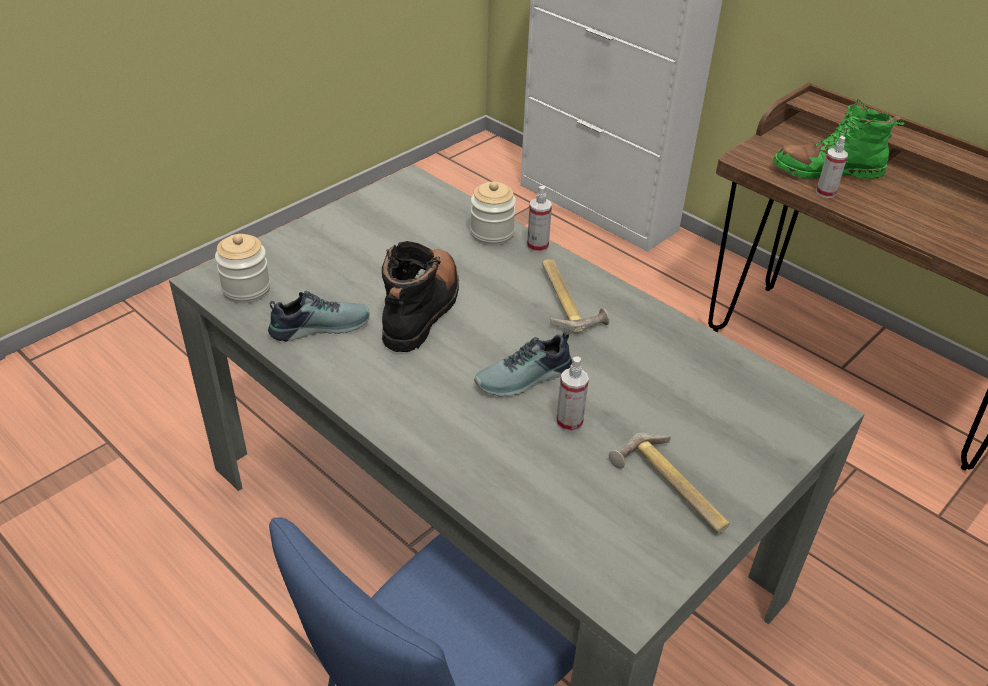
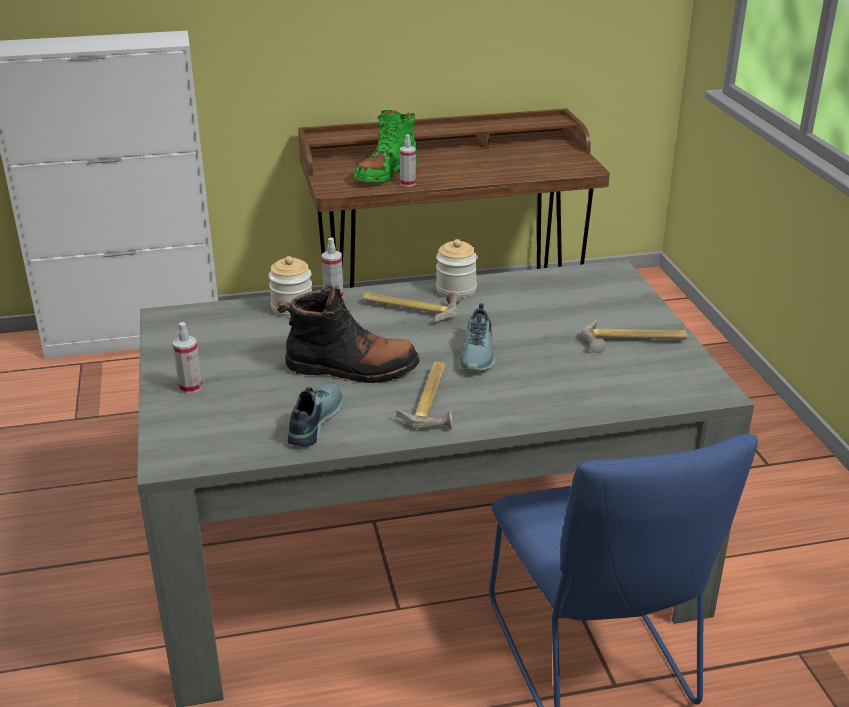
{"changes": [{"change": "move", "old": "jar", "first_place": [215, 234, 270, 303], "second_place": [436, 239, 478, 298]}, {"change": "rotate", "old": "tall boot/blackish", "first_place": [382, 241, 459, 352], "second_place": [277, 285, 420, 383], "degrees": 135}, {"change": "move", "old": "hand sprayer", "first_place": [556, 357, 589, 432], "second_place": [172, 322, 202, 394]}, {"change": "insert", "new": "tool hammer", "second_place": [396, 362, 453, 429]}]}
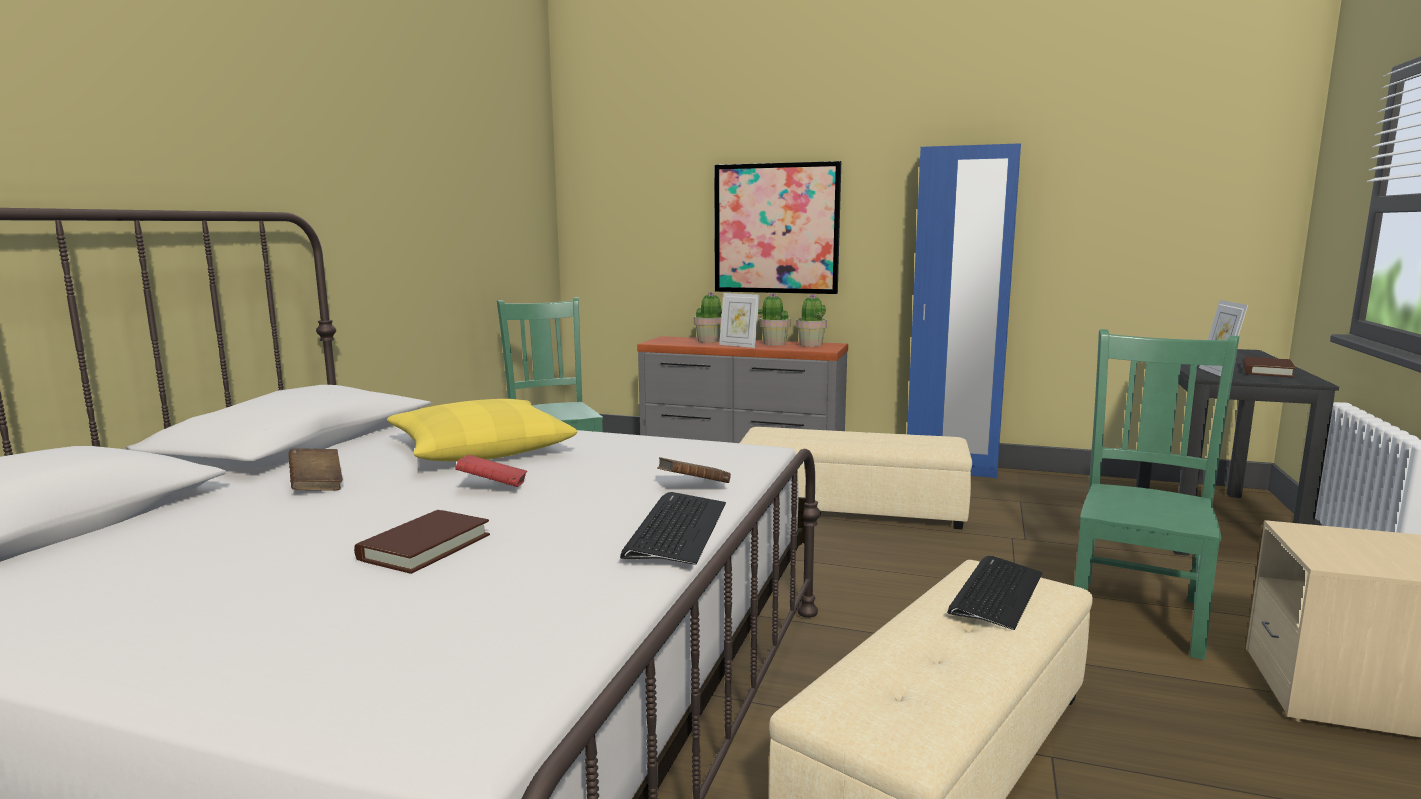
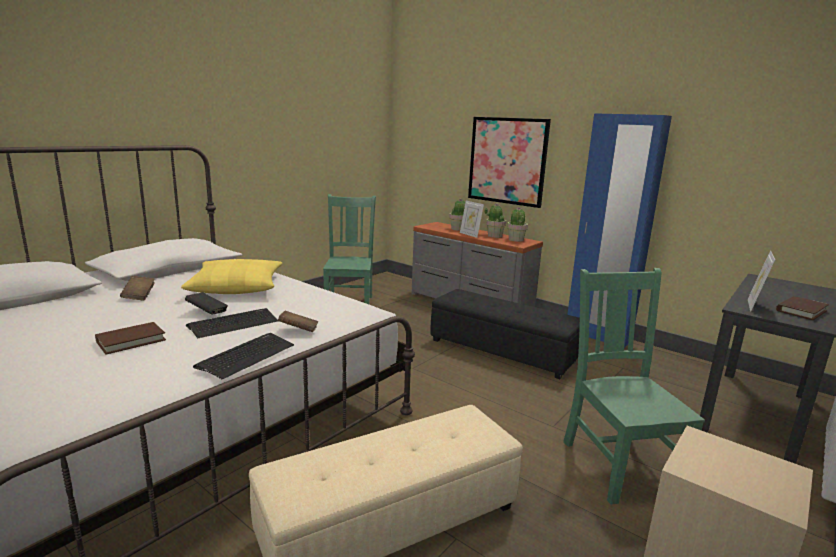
{"changes": [{"change": "recolor", "old": "book/red-coloured", "new": "book/blackish", "first_place": [455, 455, 527, 487], "second_place": [185, 292, 228, 315]}, {"change": "recolor", "old": "footrest/beige", "new": "footrest/blackish", "first_place": [740, 427, 972, 529], "second_place": [431, 289, 580, 379]}, {"change": "move", "old": "keyboard", "first_place": [948, 556, 1043, 630], "second_place": [186, 308, 278, 338]}, {"change": "rotate", "old": "chair/greenish", "first_place": [1074, 329, 1239, 660], "second_place": [563, 268, 705, 505], "degrees": -60}]}
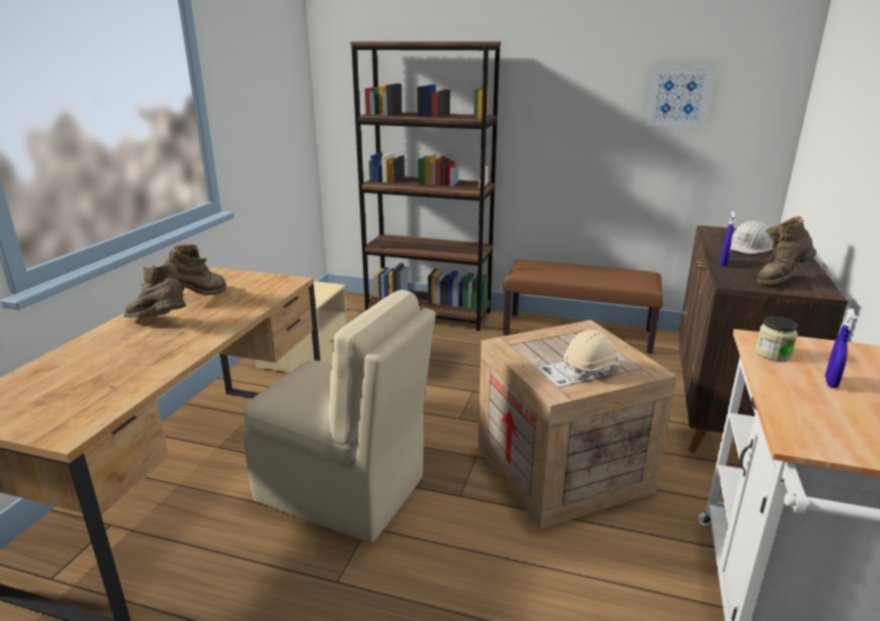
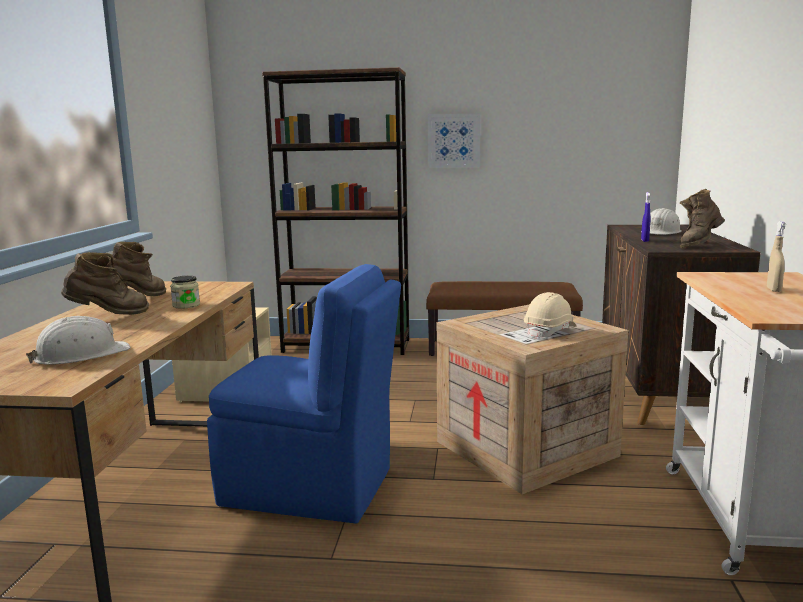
{"changes": [{"change": "rotate", "old": "tall boot/brown-coloured", "first_place": [124, 264, 186, 318], "second_place": [61, 252, 149, 315], "degrees": 135}, {"change": "recolor", "old": "chair/beige", "new": "chair/blue", "first_place": [243, 290, 436, 543], "second_place": [207, 264, 401, 523]}, {"change": "move", "old": "picture", "first_place": [644, 65, 715, 128], "second_place": [428, 113, 481, 168]}, {"change": "move", "old": "jar", "first_place": [755, 316, 798, 361], "second_place": [170, 276, 200, 309]}, {"change": "recolor", "old": "hand sprayer/blue", "new": "hand sprayer/beige", "first_place": [825, 309, 855, 388], "second_place": [767, 221, 786, 292]}, {"change": "insert", "new": "work helmet/white-coloured", "second_place": [26, 316, 131, 365]}]}
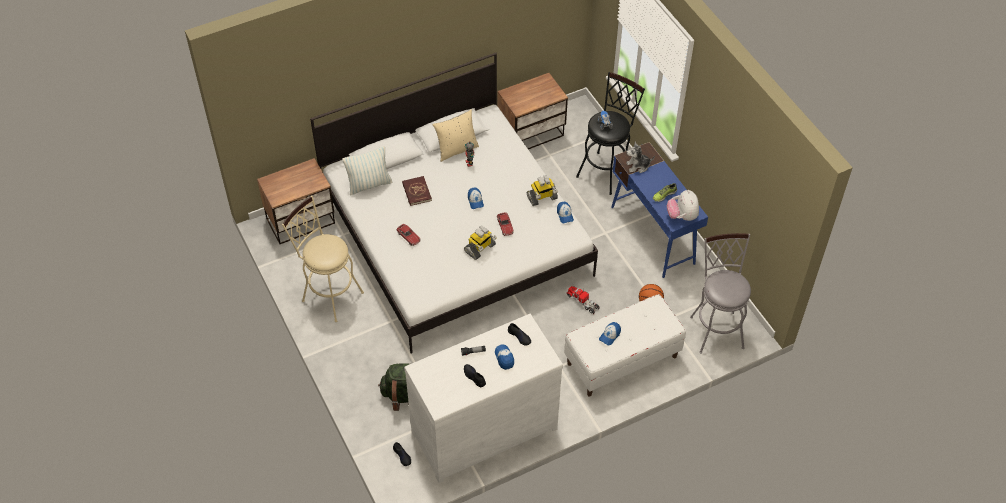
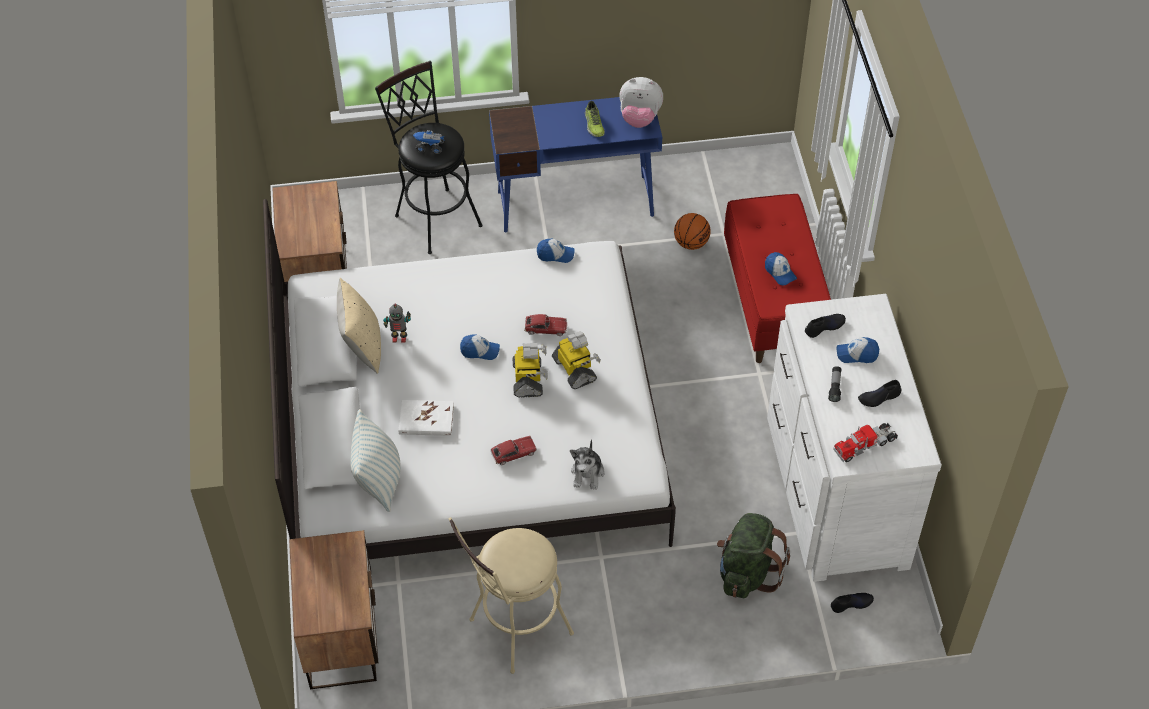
{"changes": [{"change": "recolor", "old": "book/red-coloured", "new": "book/white-coloured", "first_place": [402, 176, 432, 206], "second_place": [398, 400, 454, 436]}, {"change": "move", "old": "toy robot", "first_place": [527, 175, 558, 206], "second_place": [513, 343, 548, 398]}, {"change": "recolor", "old": "indoor bench/white-coloured", "new": "indoor bench/red-coloured", "first_place": [564, 294, 686, 397], "second_place": [724, 194, 831, 363]}, {"change": "move", "old": "toy lorry", "first_place": [566, 286, 600, 314], "second_place": [833, 422, 898, 462]}, {"change": "move", "old": "soft toy", "first_place": [626, 142, 655, 173], "second_place": [570, 439, 605, 490]}, {"change": "delete", "old": "stool/greyish", "first_place": [690, 233, 751, 354]}]}
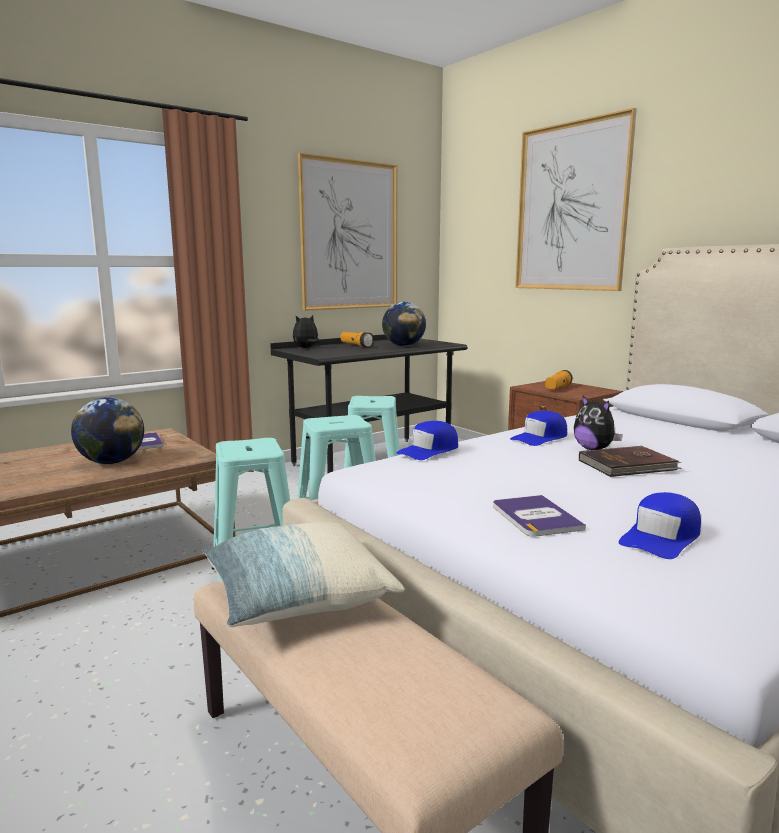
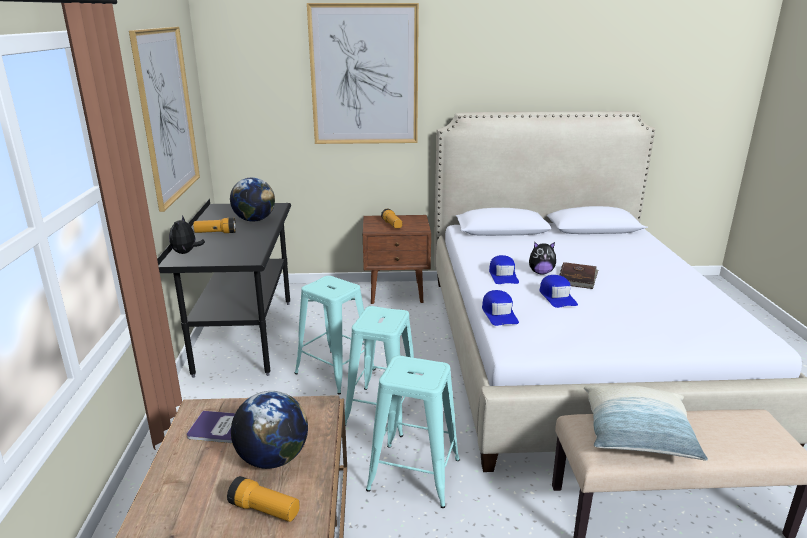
{"changes": [{"change": "delete", "old": "book", "first_place": [493, 495, 586, 537]}, {"change": "move", "old": "peaked cap/blue", "first_place": [619, 492, 701, 559], "second_place": [540, 275, 578, 308]}, {"change": "insert", "new": "torch", "second_place": [227, 476, 300, 522]}]}
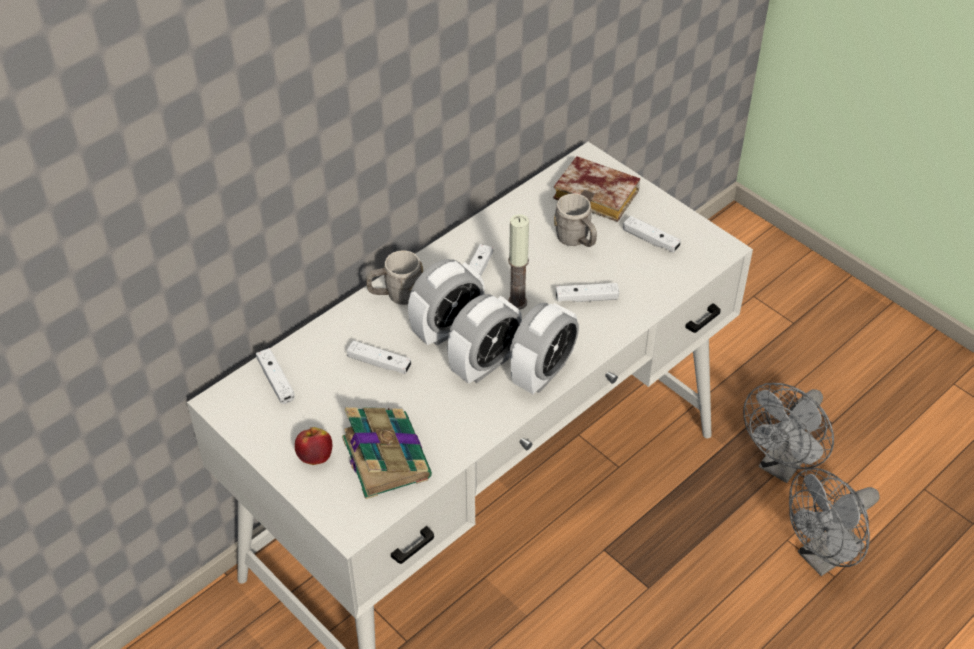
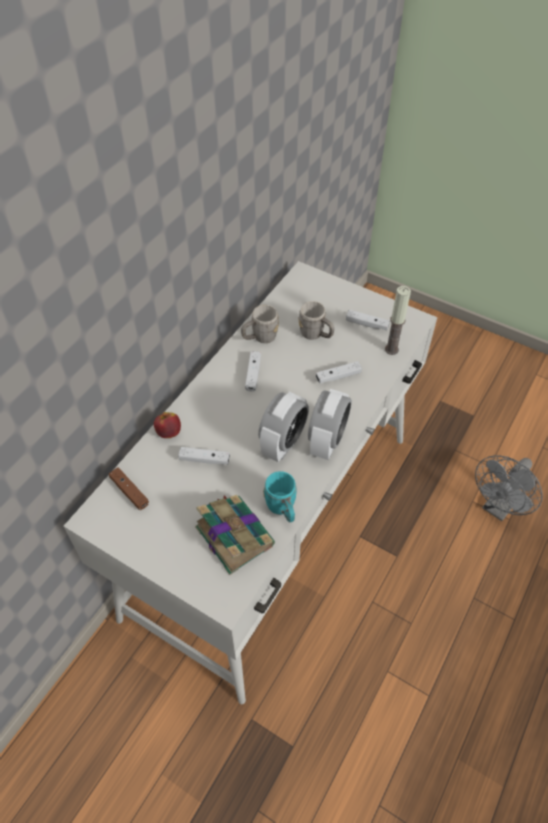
{"changes": [{"change": "recolor", "old": "game controller/white-coloured", "new": "game controller/brown-coloured", "first_place": [256, 348, 295, 404], "second_place": [109, 467, 149, 510]}, {"change": "move", "old": "apple fruit", "first_place": [295, 427, 332, 465], "second_place": [154, 412, 181, 438]}, {"change": "move", "old": "coffee mug/greyish", "first_place": [366, 250, 423, 305], "second_place": [241, 305, 279, 343]}, {"change": "delete", "old": "alarm clock", "first_place": [408, 259, 485, 346]}, {"change": "move", "old": "wax candle", "first_place": [508, 214, 529, 310], "second_place": [385, 286, 411, 355]}, {"change": "delete", "old": "book", "first_place": [553, 156, 640, 222]}, {"change": "delete", "old": "fan/greyish", "first_place": [743, 383, 834, 483]}, {"change": "insert", "new": "coffee mug/blue-green", "second_place": [263, 471, 297, 522]}]}
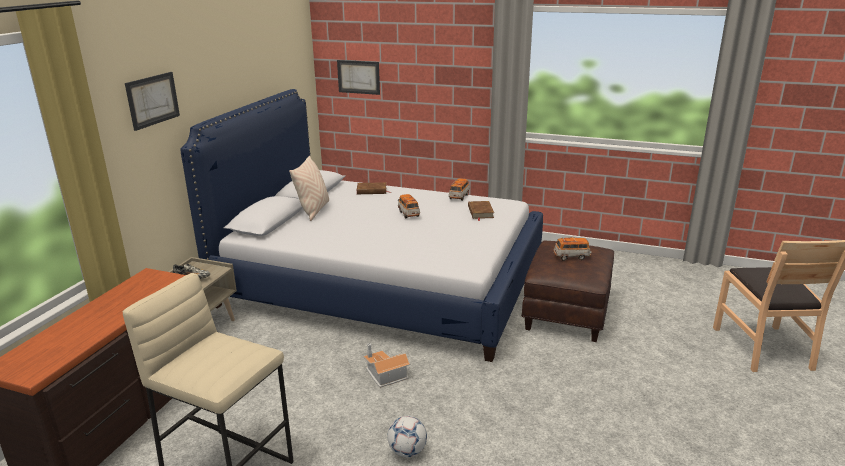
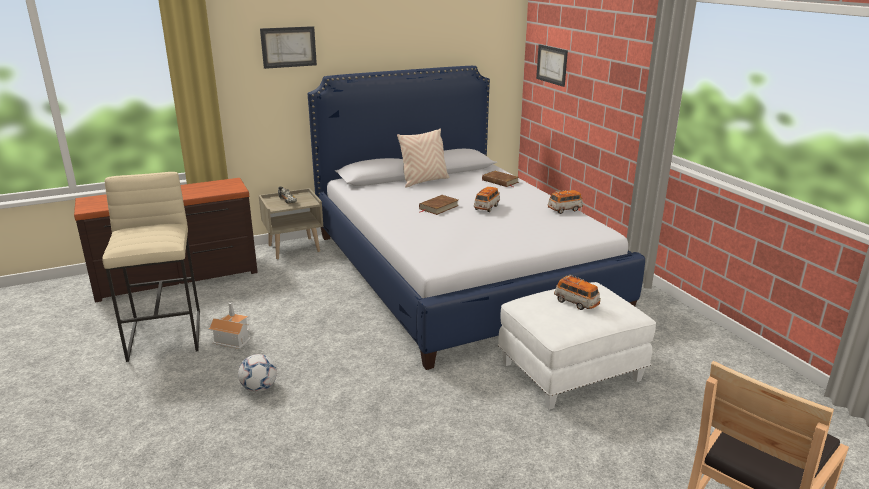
{"changes": [{"change": "move", "old": "model house", "first_place": [363, 343, 410, 388], "second_place": [208, 302, 251, 349]}, {"change": "move", "old": "book/brown-coloured", "first_place": [468, 201, 494, 221], "second_place": [419, 195, 459, 215]}, {"change": "recolor", "old": "footrest/brown-coloured", "new": "footrest/white-coloured", "first_place": [521, 241, 614, 342], "second_place": [498, 282, 656, 410]}]}
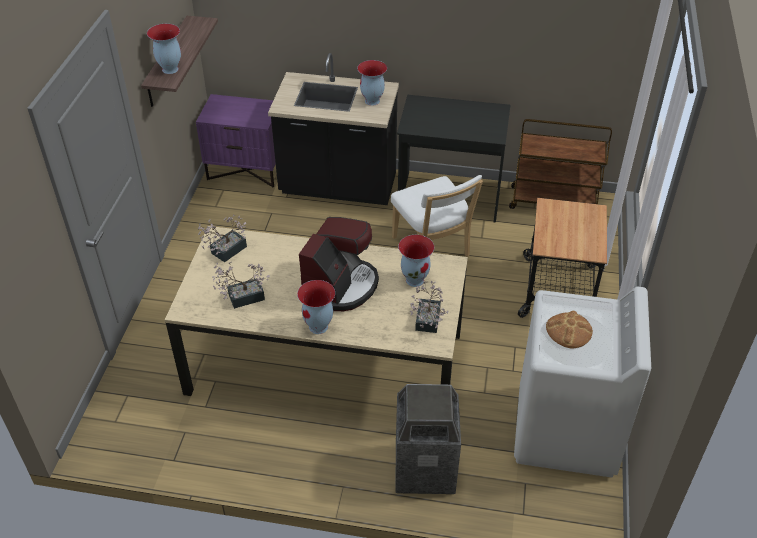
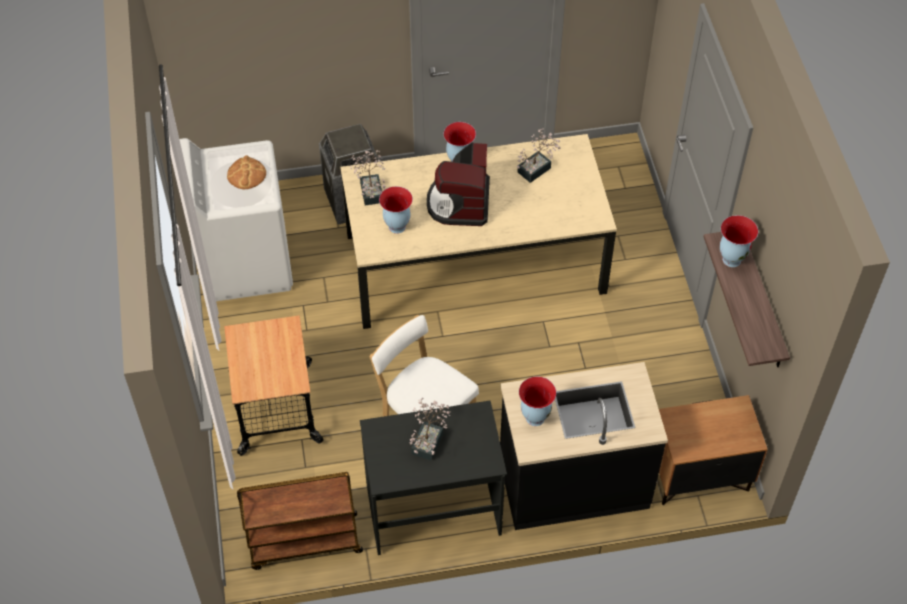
{"changes": [{"change": "recolor", "old": "nightstand/purple-coloured", "new": "nightstand/brown-coloured", "first_place": [196, 94, 276, 188], "second_place": [659, 395, 768, 505]}, {"change": "move", "old": "potted plant", "first_place": [198, 215, 247, 262], "second_place": [410, 398, 450, 461]}]}
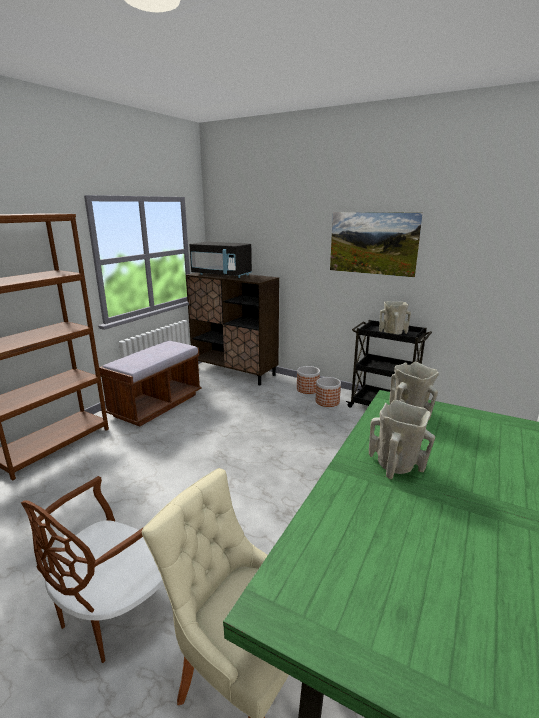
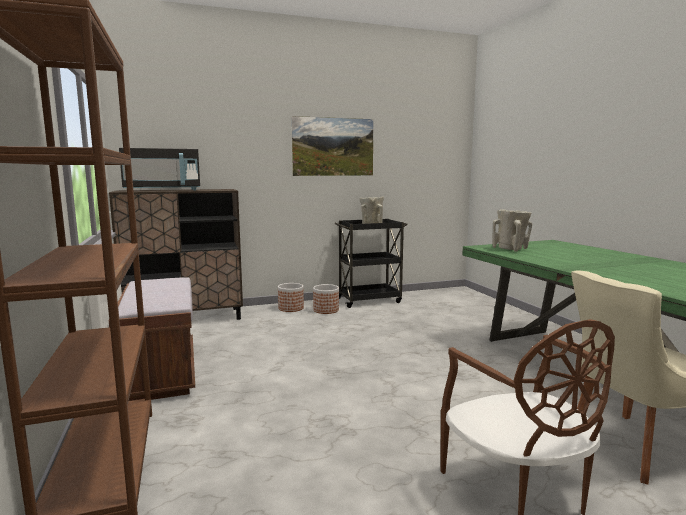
{"changes": [{"change": "delete", "old": "flower vase/beige", "first_place": [369, 400, 435, 479]}]}
